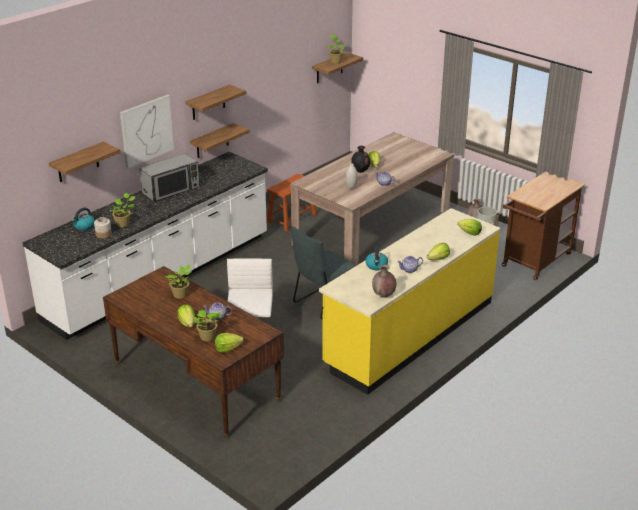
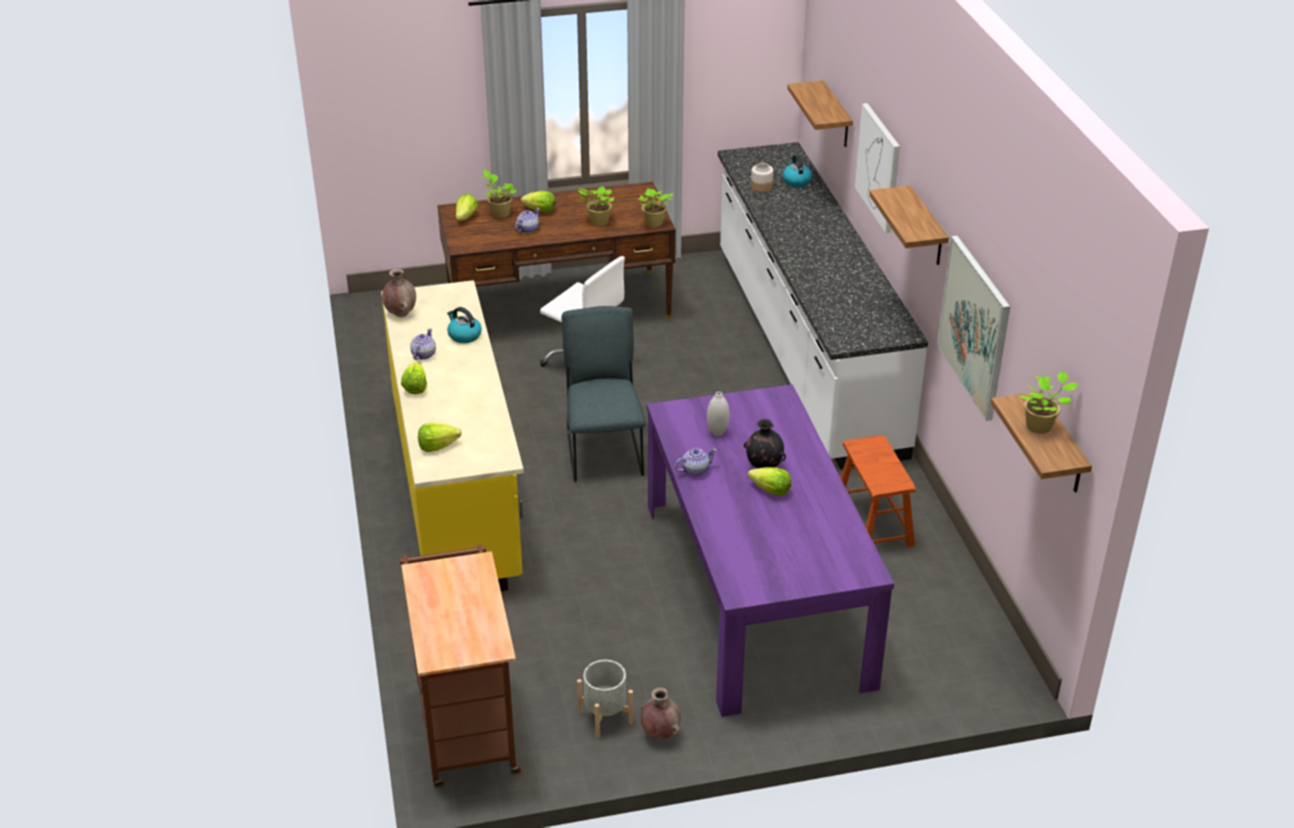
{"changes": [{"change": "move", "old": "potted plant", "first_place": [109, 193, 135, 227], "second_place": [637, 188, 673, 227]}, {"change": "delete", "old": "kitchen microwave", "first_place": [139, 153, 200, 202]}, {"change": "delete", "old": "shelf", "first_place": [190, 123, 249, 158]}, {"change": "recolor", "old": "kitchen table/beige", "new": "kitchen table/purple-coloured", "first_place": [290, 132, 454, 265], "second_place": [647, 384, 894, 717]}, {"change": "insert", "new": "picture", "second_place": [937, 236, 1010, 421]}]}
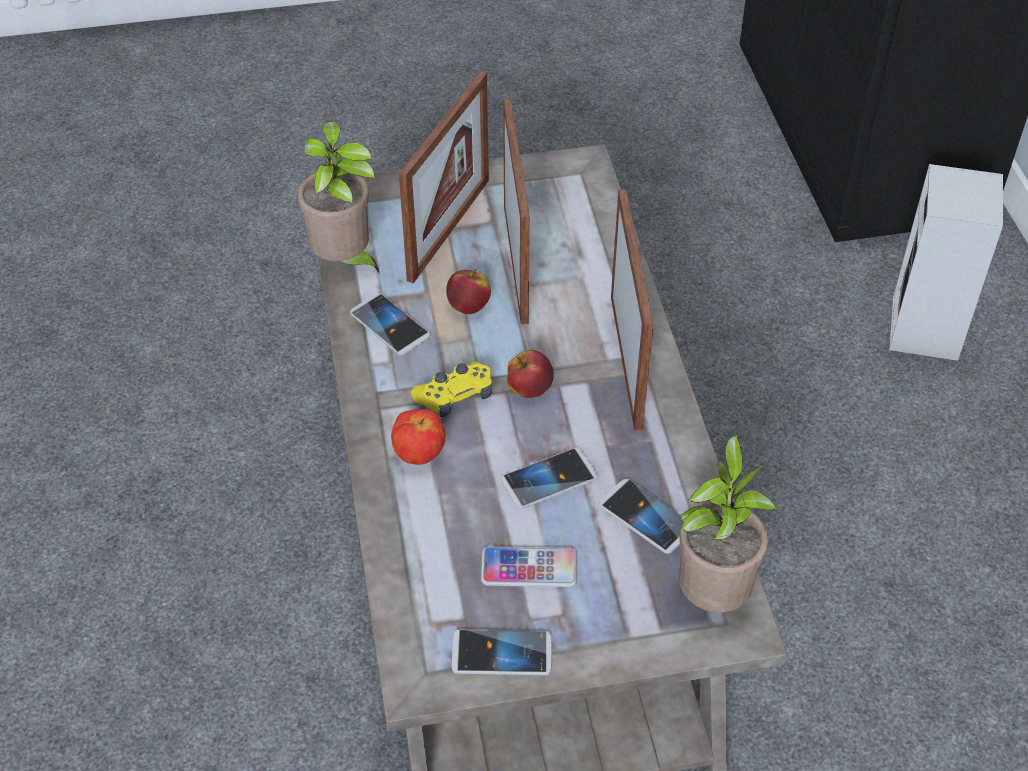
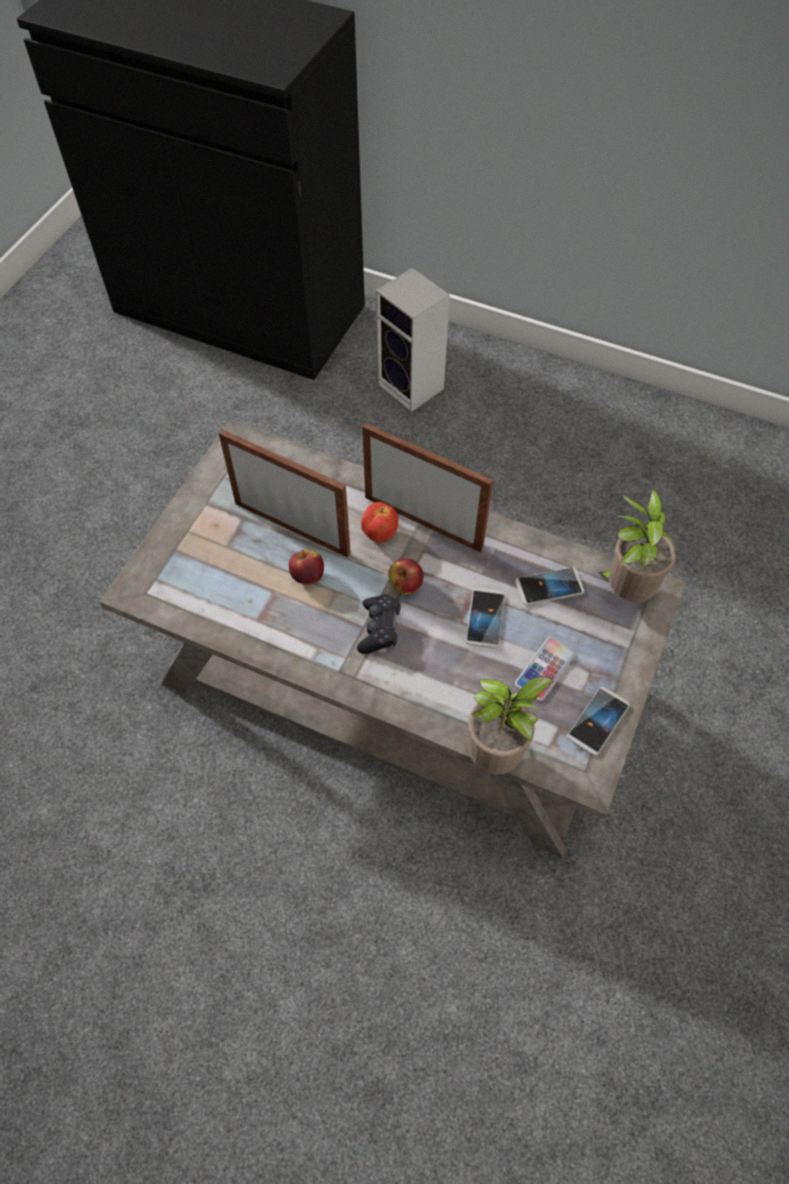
{"changes": [{"change": "move", "old": "potted plant", "first_place": [297, 121, 380, 274], "second_place": [468, 677, 553, 774]}, {"change": "delete", "old": "handset", "first_place": [350, 293, 431, 355]}, {"change": "move", "old": "apple fruit", "first_place": [391, 409, 446, 465], "second_place": [361, 502, 398, 543]}, {"change": "delete", "old": "picture frame", "first_place": [399, 72, 489, 283]}, {"change": "recolor", "old": "game controller/yellow", "new": "game controller/blackish", "first_place": [411, 362, 492, 417], "second_place": [357, 594, 401, 654]}]}
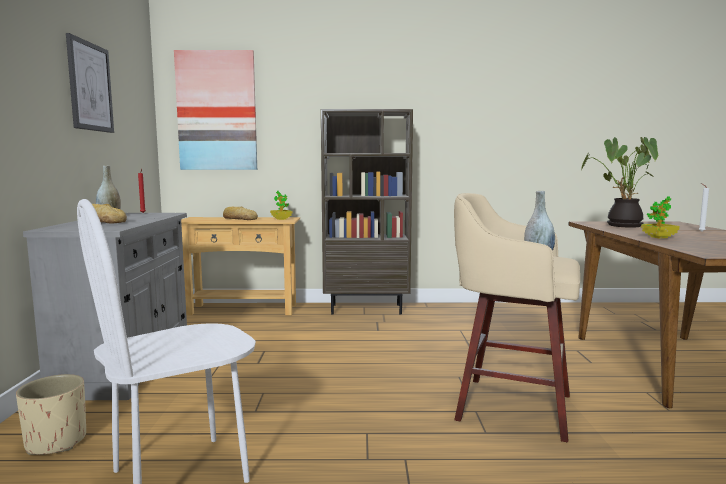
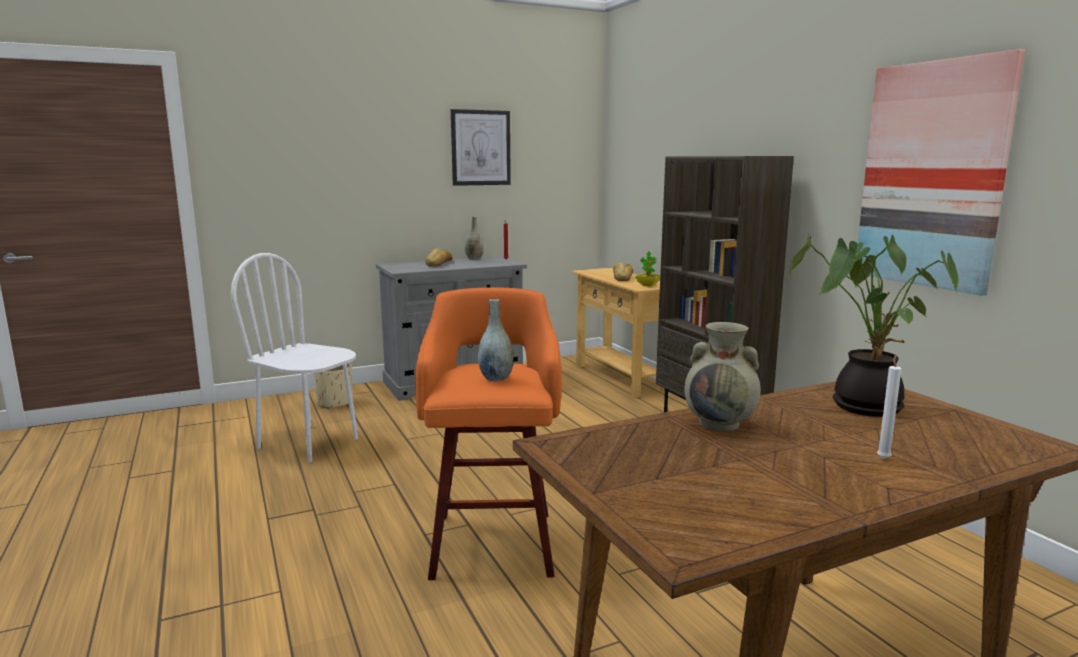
{"changes": [{"change": "move", "old": "picture", "first_place": [174, 50, 257, 170], "second_place": [858, 49, 1025, 296]}, {"change": "recolor", "old": "stool/beige", "new": "stool/orange", "first_place": [454, 193, 580, 442], "second_place": [415, 287, 562, 580]}, {"change": "replace", "old": "potted plant", "new": "flower vase/beige", "first_place": [641, 196, 680, 238], "second_place": [684, 322, 761, 432]}]}
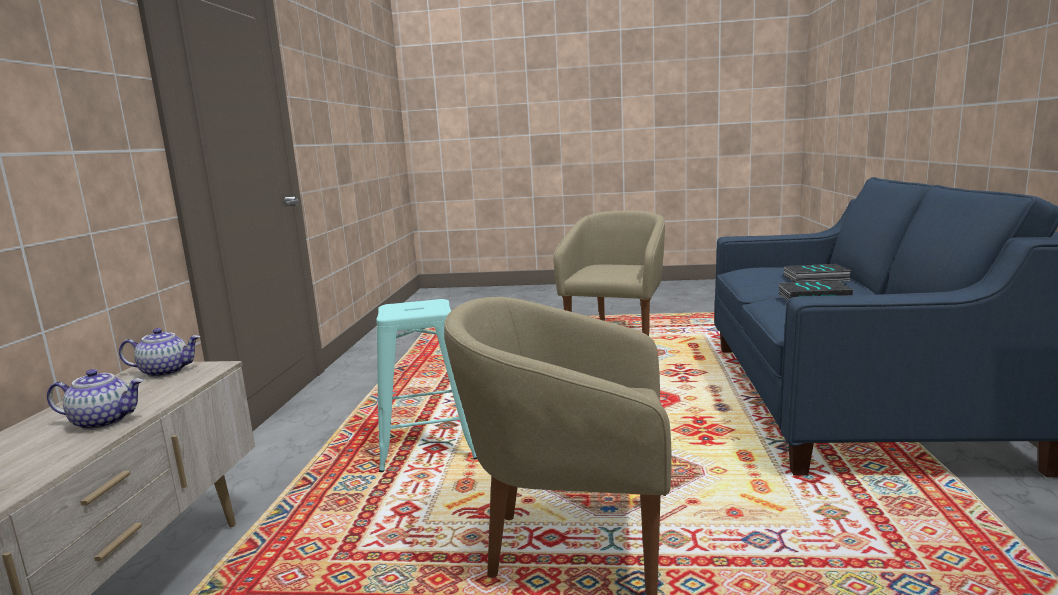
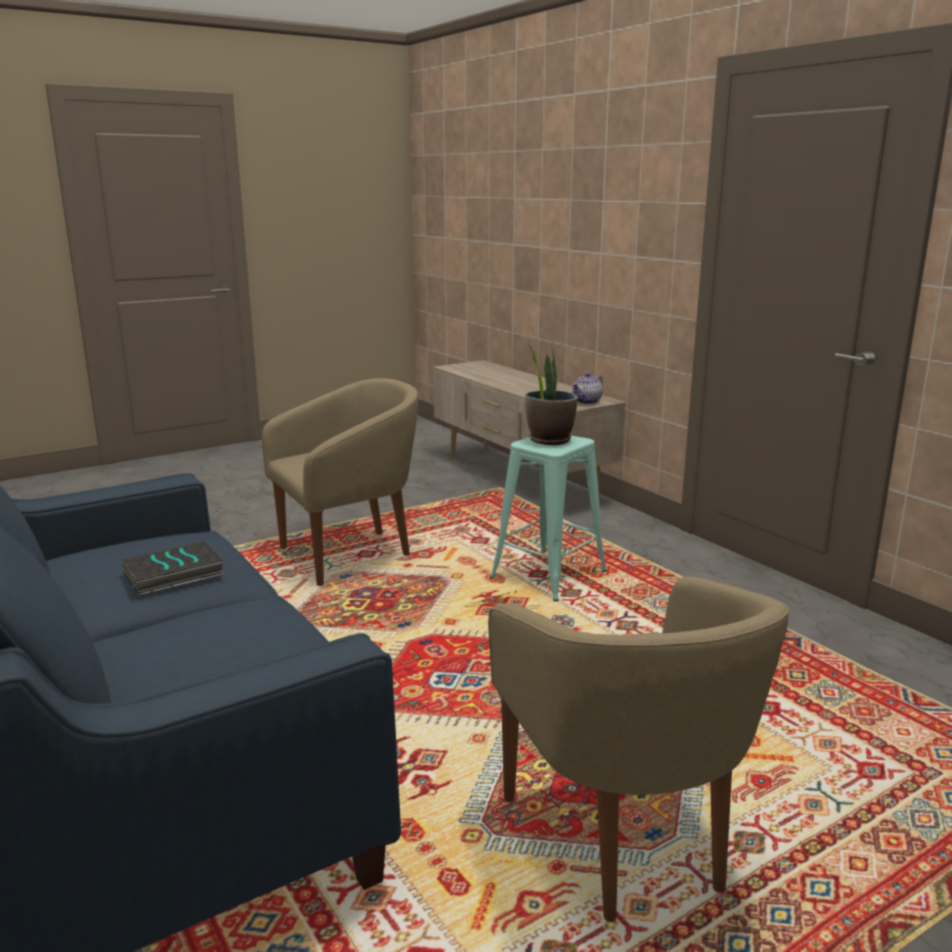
{"changes": [{"change": "delete", "old": "tea pot", "first_place": [47, 369, 144, 430]}, {"change": "delete", "old": "book", "first_place": [784, 264, 851, 282]}, {"change": "insert", "new": "potted plant", "second_place": [525, 345, 578, 445]}]}
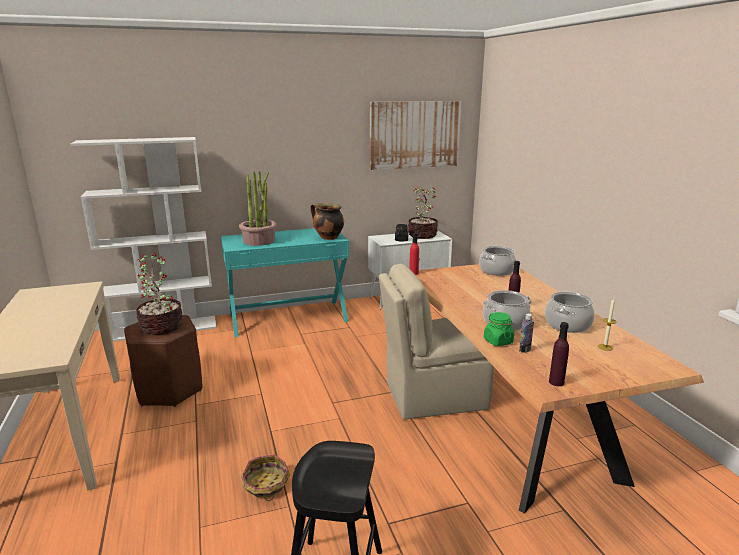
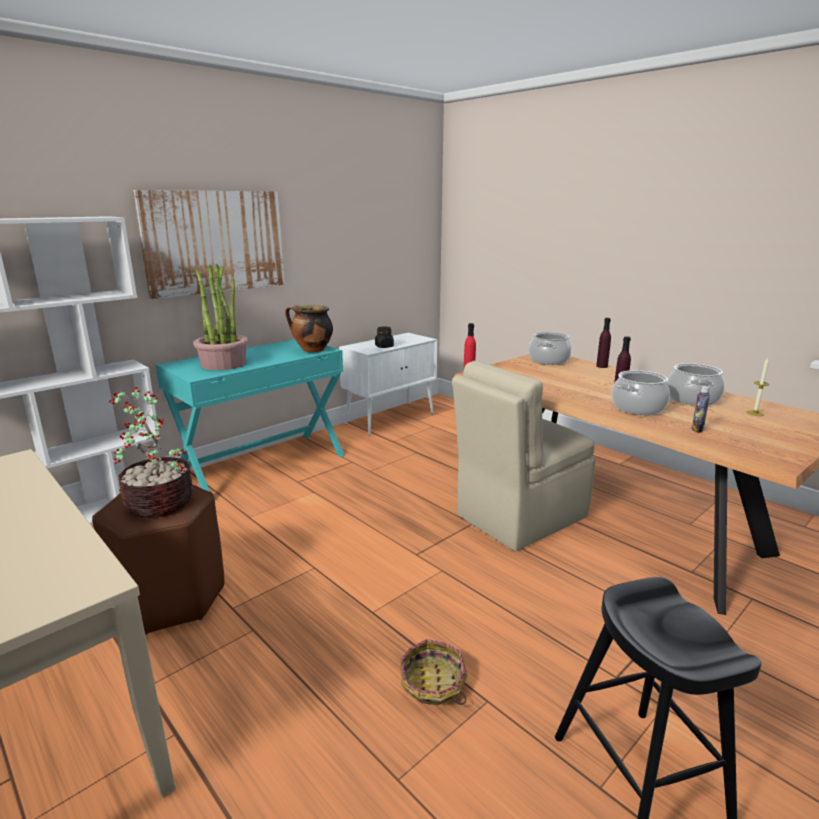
{"changes": [{"change": "move", "old": "picture", "first_place": [370, 101, 462, 170], "second_place": [133, 190, 285, 299]}, {"change": "delete", "old": "potted plant", "first_place": [408, 187, 438, 239]}, {"change": "delete", "old": "jar/greenish", "first_place": [484, 312, 514, 346]}, {"change": "move", "old": "beverage bottle/purple-coloured", "first_place": [549, 322, 569, 386], "second_place": [596, 318, 611, 368]}]}
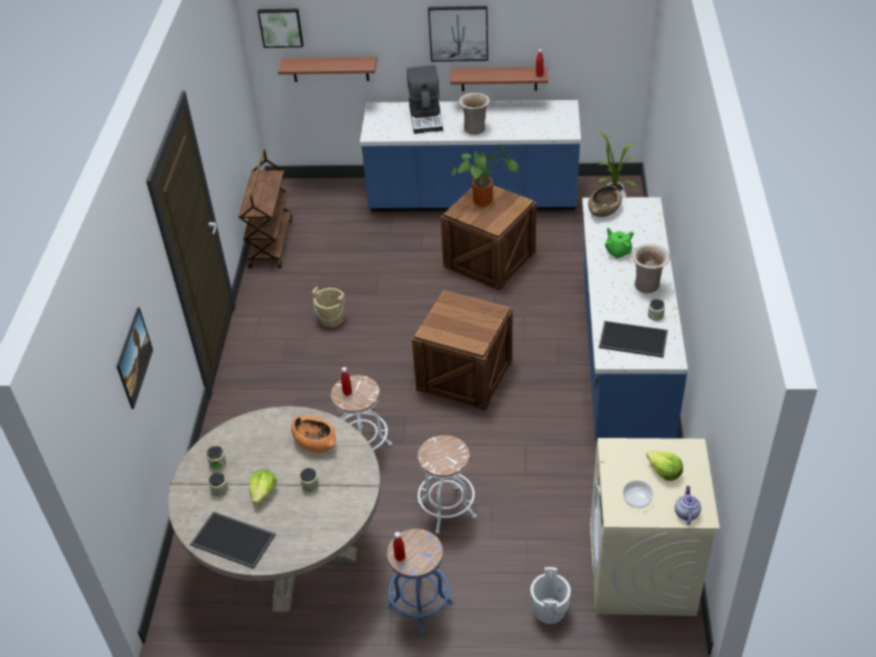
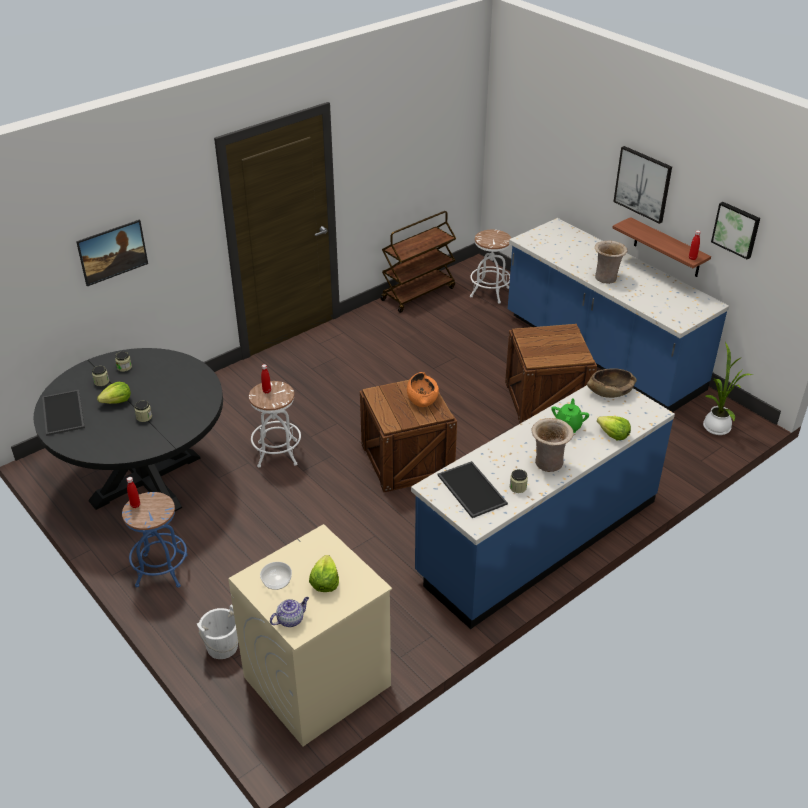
{"changes": [{"change": "recolor", "old": "kitchen table/beige", "new": "kitchen table/blackish", "first_place": [168, 406, 381, 614], "second_place": [34, 348, 223, 512]}, {"change": "move", "old": "picture", "first_place": [258, 8, 304, 48], "second_place": [711, 202, 760, 260]}, {"change": "delete", "old": "shelf", "first_place": [278, 57, 377, 82]}, {"change": "move", "old": "bowl/orange", "first_place": [291, 416, 336, 453], "second_place": [407, 372, 439, 407]}, {"change": "delete", "old": "water bucket/beige", "first_place": [312, 287, 344, 327]}, {"change": "delete", "old": "coffee maker", "first_place": [407, 65, 443, 134]}, {"change": "move", "old": "stool/white-coloured", "first_place": [418, 435, 477, 534], "second_place": [470, 230, 511, 304]}, {"change": "delete", "old": "potted plant", "first_place": [452, 144, 518, 207]}, {"change": "insert", "new": "head of lettuce", "second_place": [597, 416, 631, 440]}]}
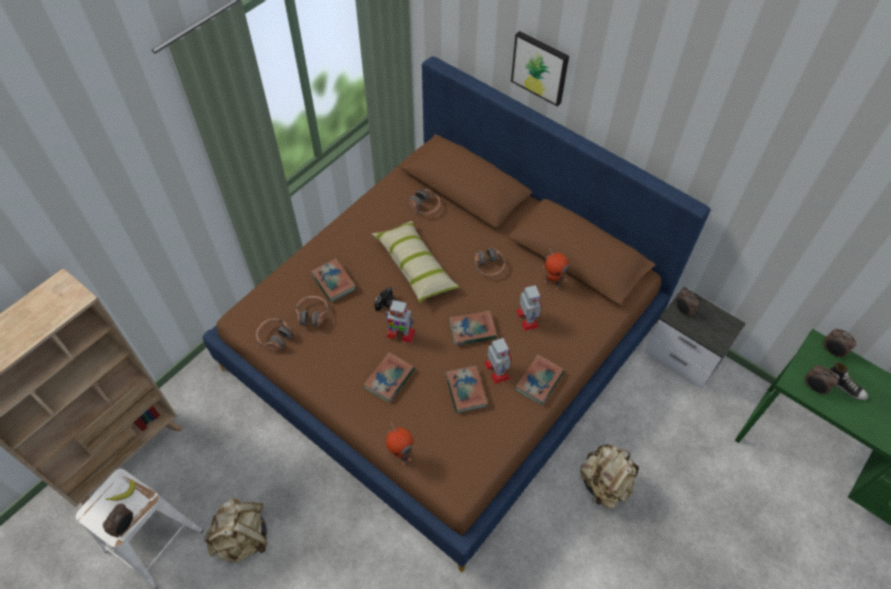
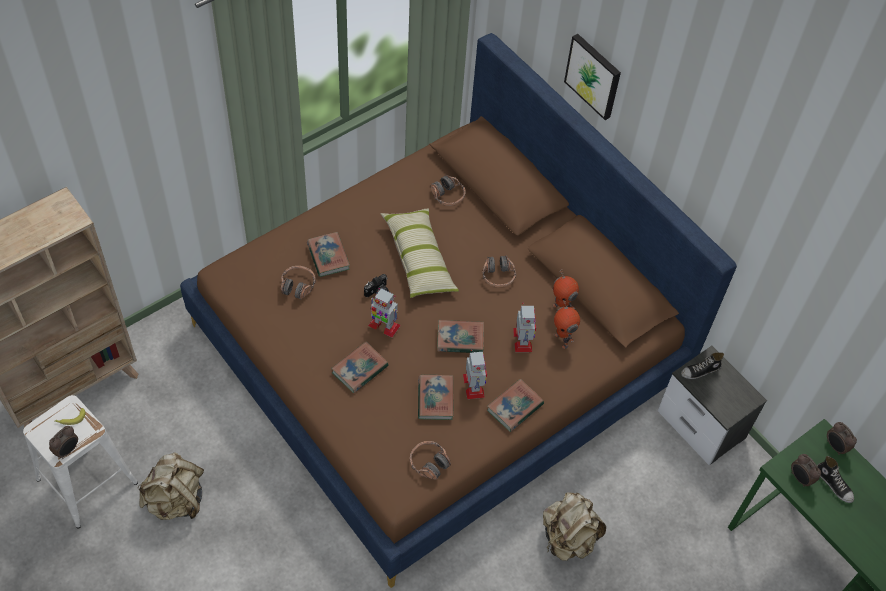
{"changes": [{"change": "move", "old": "pair of headphones", "first_place": [256, 319, 293, 350], "second_place": [410, 441, 451, 480]}, {"change": "move", "old": "toy robot", "first_place": [386, 422, 413, 466], "second_place": [554, 299, 580, 349]}, {"change": "replace", "old": "alarm clock", "new": "item of footwear", "first_place": [675, 288, 699, 317], "second_place": [681, 352, 724, 379]}]}
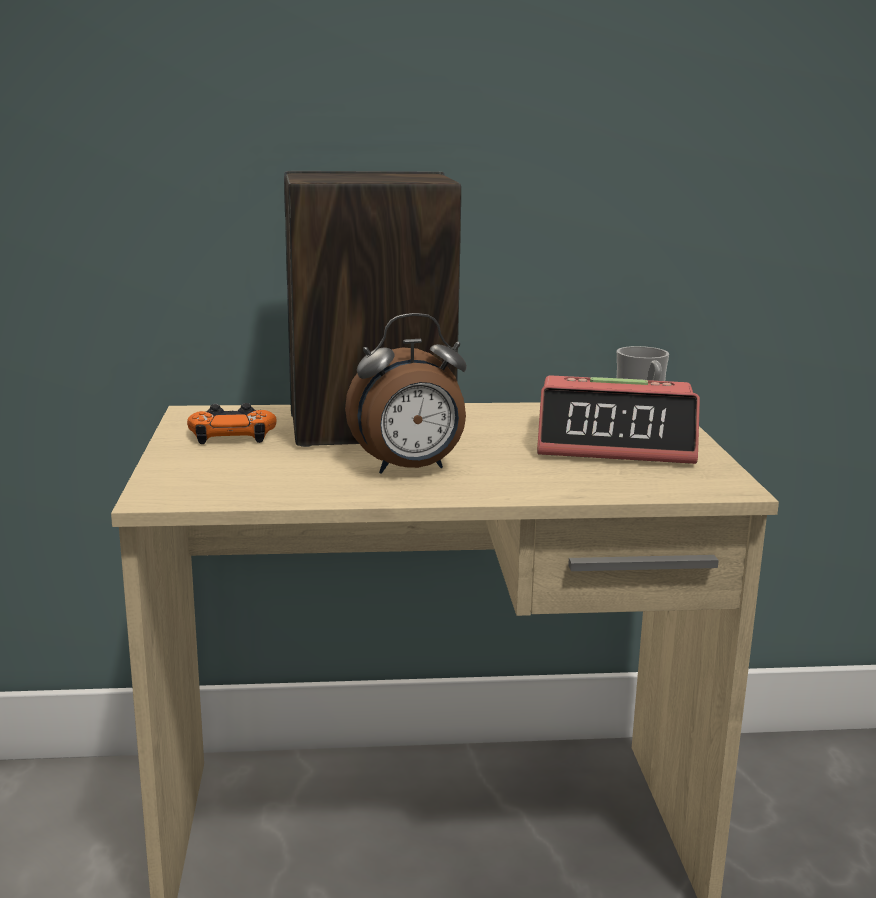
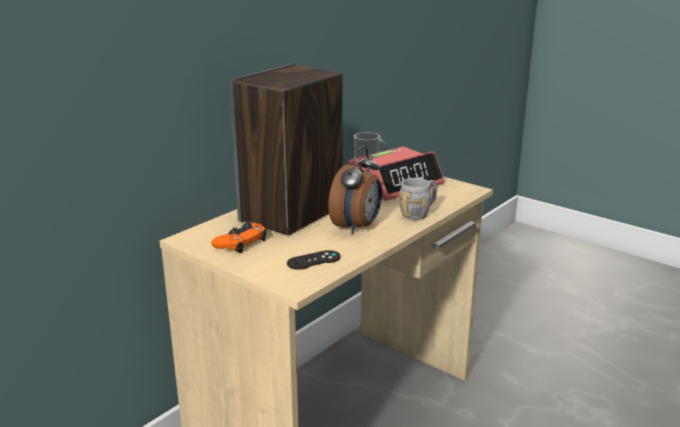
{"changes": [{"change": "insert", "new": "game controller/blackish", "second_place": [287, 250, 341, 270]}, {"change": "insert", "new": "coffee mug/greyish", "second_place": [399, 178, 437, 220]}]}
